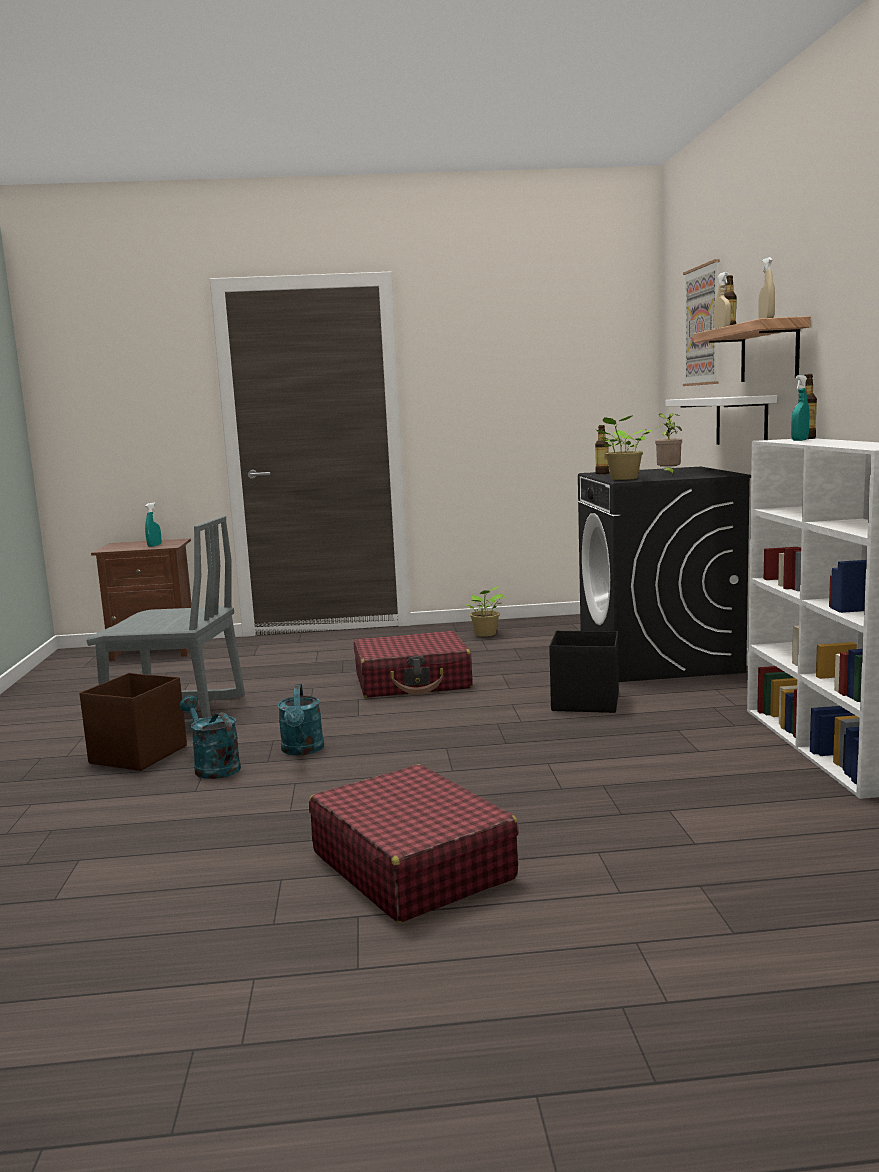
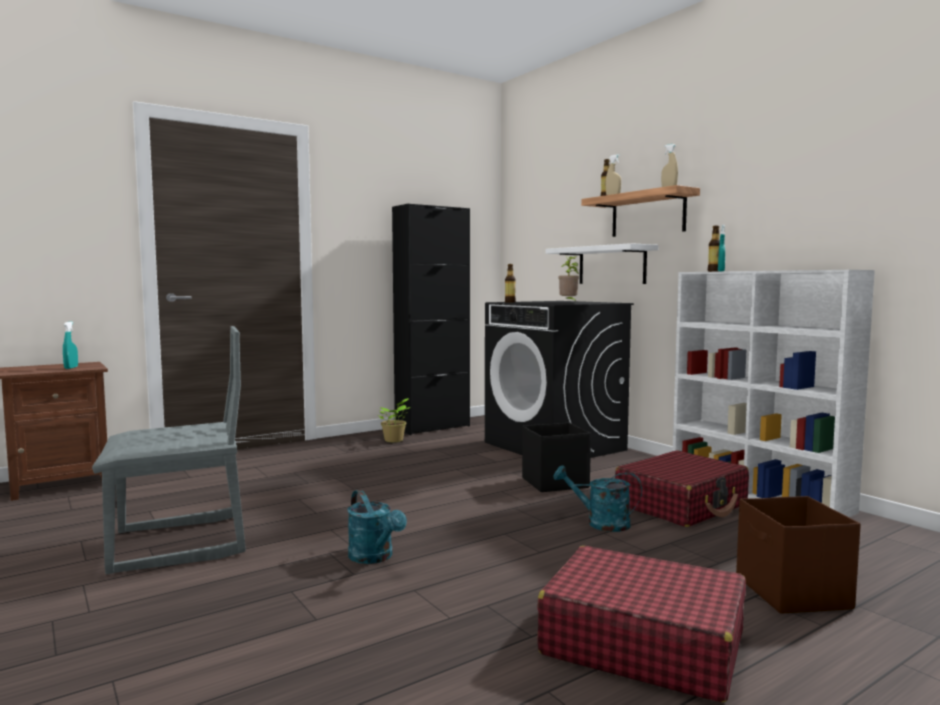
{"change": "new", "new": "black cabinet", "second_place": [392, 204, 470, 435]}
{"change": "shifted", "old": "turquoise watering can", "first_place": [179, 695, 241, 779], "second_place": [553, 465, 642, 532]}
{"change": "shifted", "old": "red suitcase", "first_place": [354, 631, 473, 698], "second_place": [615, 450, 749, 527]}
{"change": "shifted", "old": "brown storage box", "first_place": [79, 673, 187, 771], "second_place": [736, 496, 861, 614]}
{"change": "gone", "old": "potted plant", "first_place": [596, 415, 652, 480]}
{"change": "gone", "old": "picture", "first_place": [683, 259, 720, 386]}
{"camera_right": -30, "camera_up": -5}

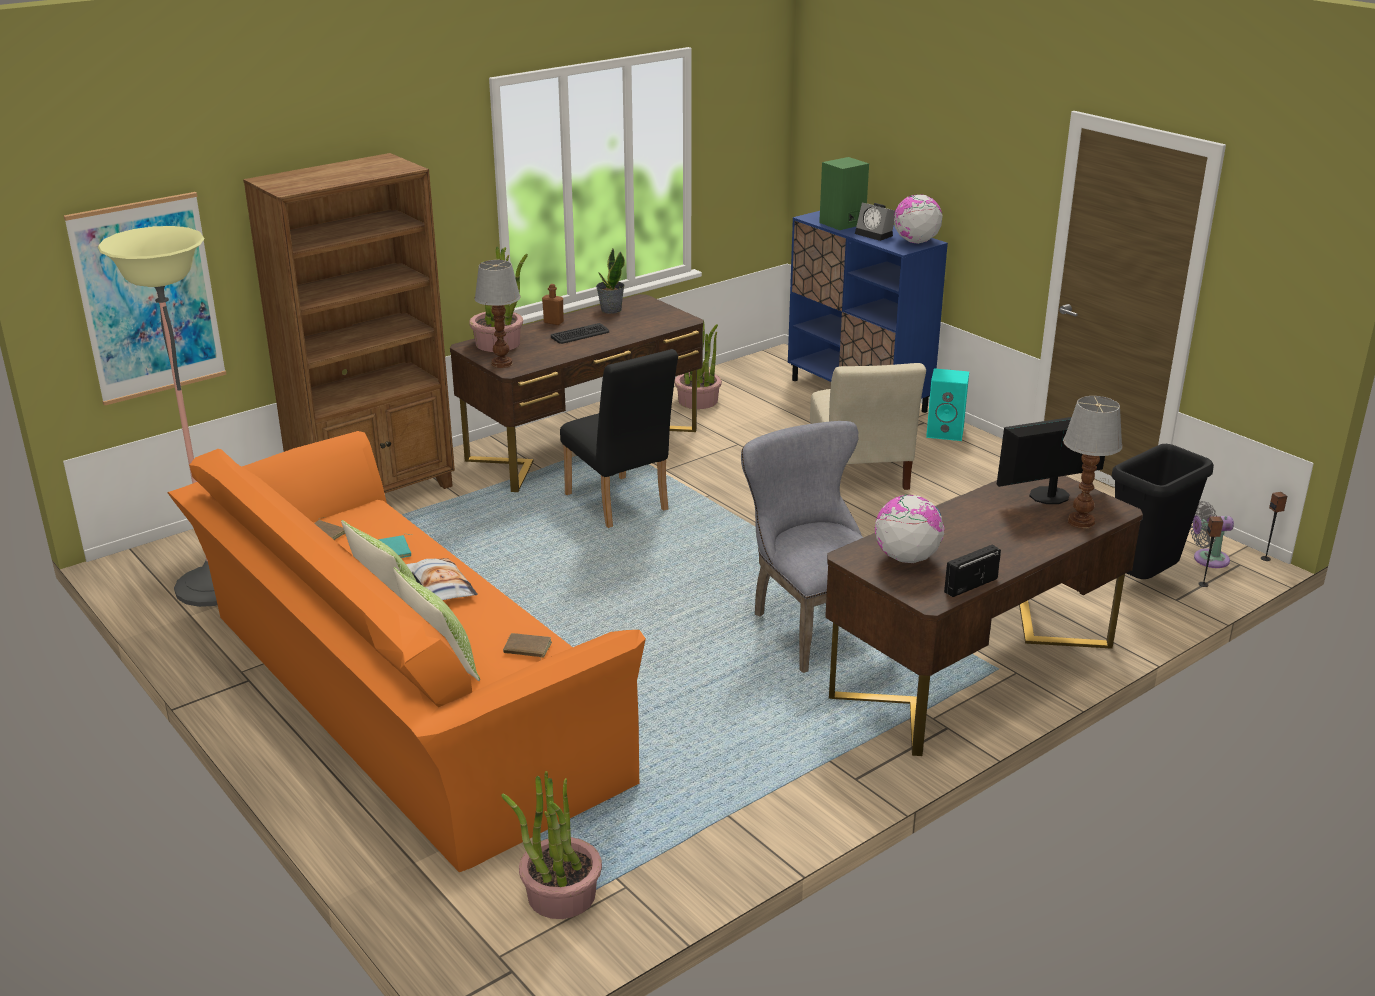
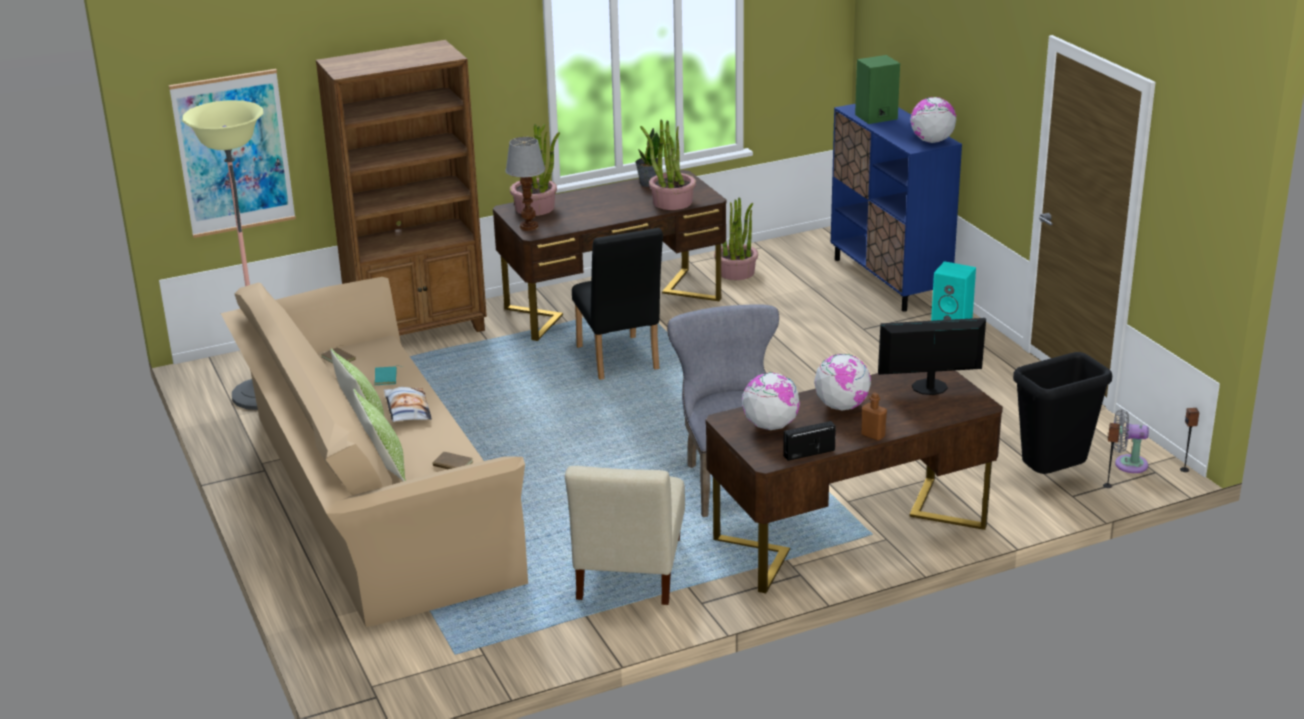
{"change": "repainted", "old": "orange sofa", "new": "beige sofa", "first_place": [167, 431, 646, 872], "second_place": [220, 277, 528, 627]}
{"change": "shifted", "old": "beige chair", "first_place": [810, 363, 926, 490], "second_place": [565, 466, 685, 605]}
{"change": "shifted", "old": "potted plant", "first_place": [501, 771, 602, 919], "second_place": [640, 119, 696, 210]}
{"change": "new", "new": "globe", "second_place": [814, 354, 871, 410]}
{"change": "shifted", "old": "brown bottle", "first_place": [542, 284, 564, 325], "second_place": [861, 392, 887, 441]}
{"change": "gone", "old": "keyboard", "first_place": [551, 323, 609, 344]}
{"change": "gone", "old": "alarm clock", "first_place": [855, 203, 895, 241]}
{"change": "gone", "old": "table lamp", "first_place": [1063, 396, 1123, 529]}
{"camera_right": 15, "camera_up": 0}

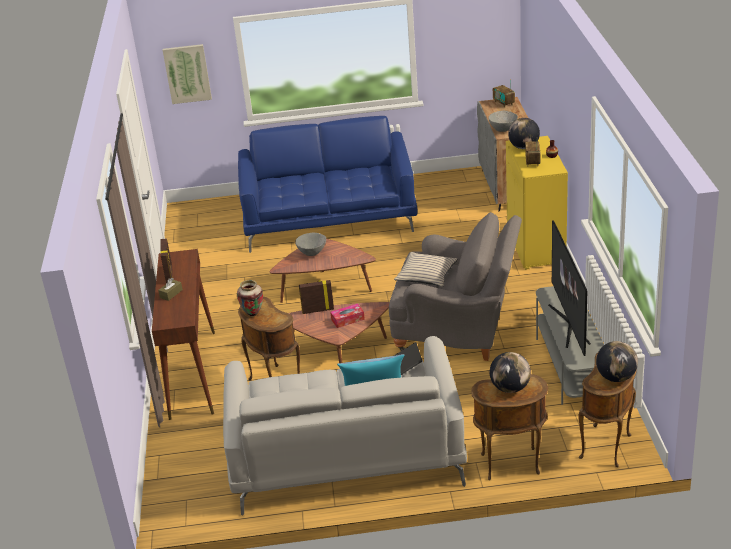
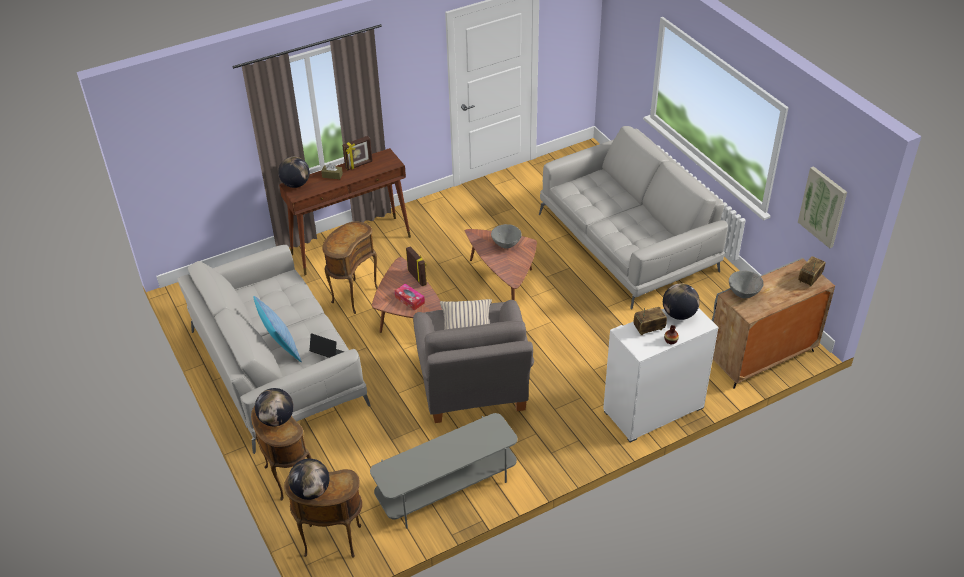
{"change": "new", "new": "globe", "second_place": [278, 157, 310, 188]}
{"change": "repainted", "old": "blue sofa", "new": "grey sofa", "first_place": [238, 116, 418, 253], "second_place": [539, 126, 728, 309]}
{"change": "repainted", "old": "yellow cabinet", "new": "white cabinet", "first_place": [506, 136, 568, 270], "second_place": [603, 308, 718, 442]}
{"change": "shifted", "old": "picture", "first_place": [163, 44, 212, 104], "second_place": [798, 166, 847, 248]}
{"change": "gone", "old": "vase", "first_place": [237, 280, 263, 317]}
{"change": "gone", "old": "television", "first_place": [548, 220, 591, 356]}
{"camera_right": 65, "camera_up": 10}

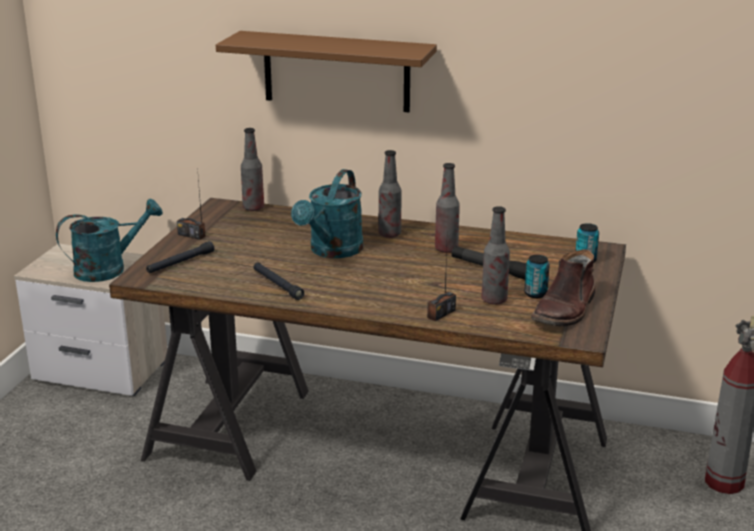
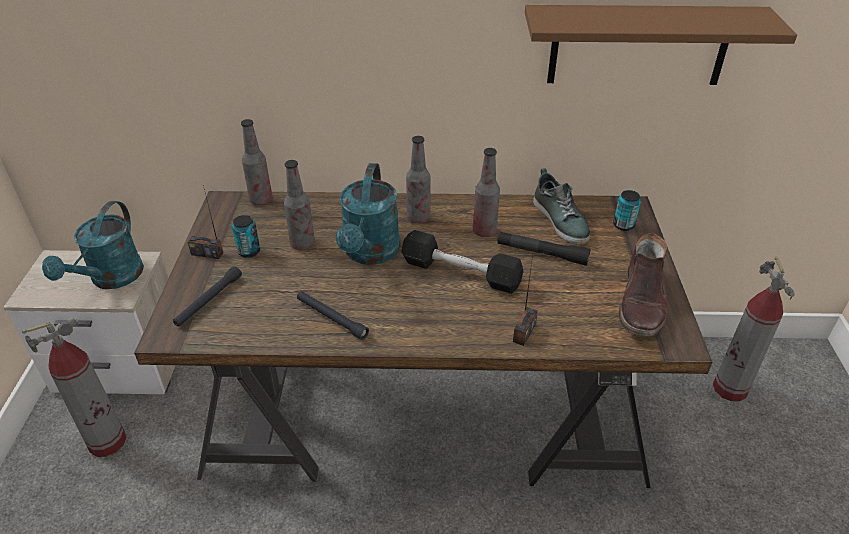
{"change": "new", "new": "fire extinguisher", "second_place": [22, 318, 126, 457]}
{"change": "rotated", "old": "turquoise watering can", "first_place": [56, 199, 163, 282], "second_place": [42, 201, 144, 289], "degrees": 150}
{"change": "shifted", "old": "can", "first_place": [524, 255, 550, 298], "second_place": [232, 215, 260, 258]}
{"change": "shifted", "old": "bottle", "first_place": [481, 206, 510, 305], "second_place": [284, 160, 315, 251]}
{"change": "new", "new": "black dumbbell", "second_place": [401, 230, 523, 294]}
{"change": "shifted", "old": "brown shelf", "first_place": [216, 31, 437, 112], "second_place": [525, 5, 797, 85]}
{"change": "new", "new": "shoe", "second_place": [533, 168, 590, 245]}
{"camera_right": -15, "camera_up": 15}

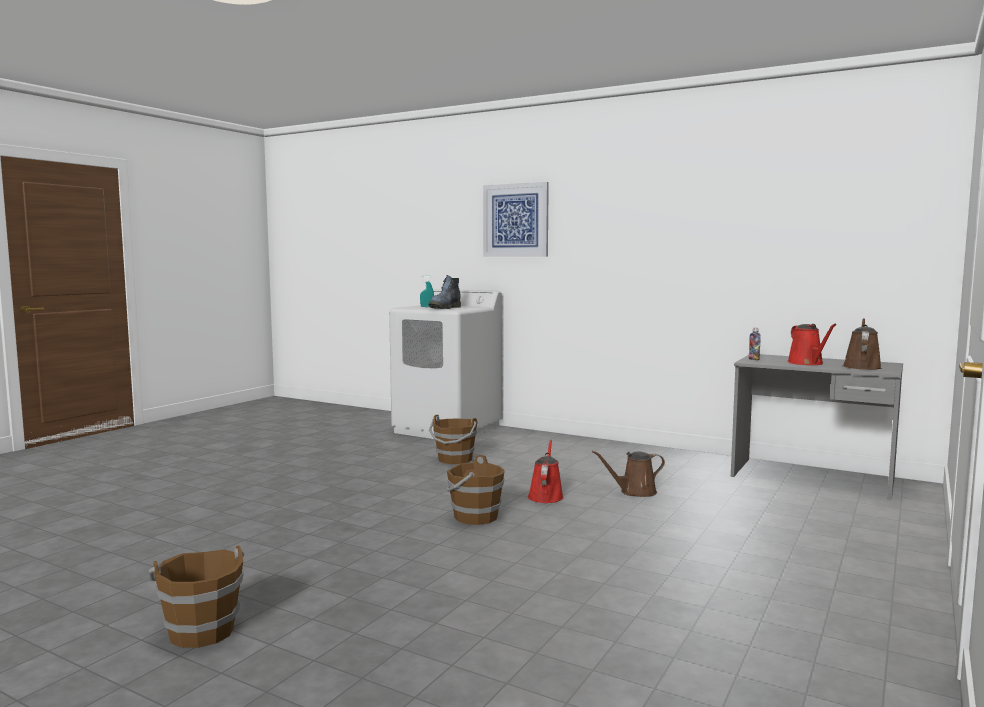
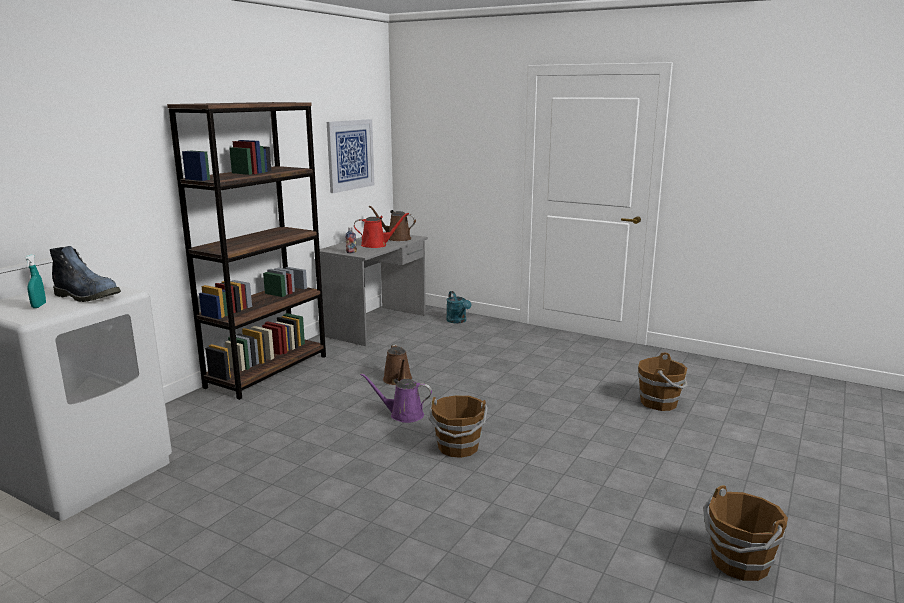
{"change": "new", "new": "brown bookcase", "second_place": [167, 102, 326, 400]}
{"change": "shifted", "old": "picture", "first_place": [483, 182, 549, 257], "second_place": [327, 119, 374, 193]}
{"change": "repainted", "old": "red watering can", "new": "purple watering can", "first_place": [528, 440, 564, 503], "second_place": [360, 373, 432, 423]}
{"change": "new", "new": "turquoise watering can", "second_place": [446, 291, 471, 323]}
{"change": "shifted", "old": "brown bucket", "first_place": [429, 415, 477, 464], "second_place": [638, 352, 688, 411]}
{"camera_right": -90, "camera_up": 10}

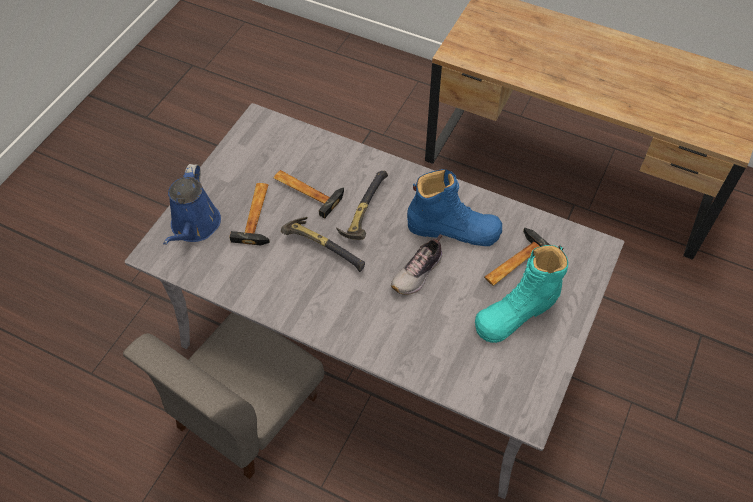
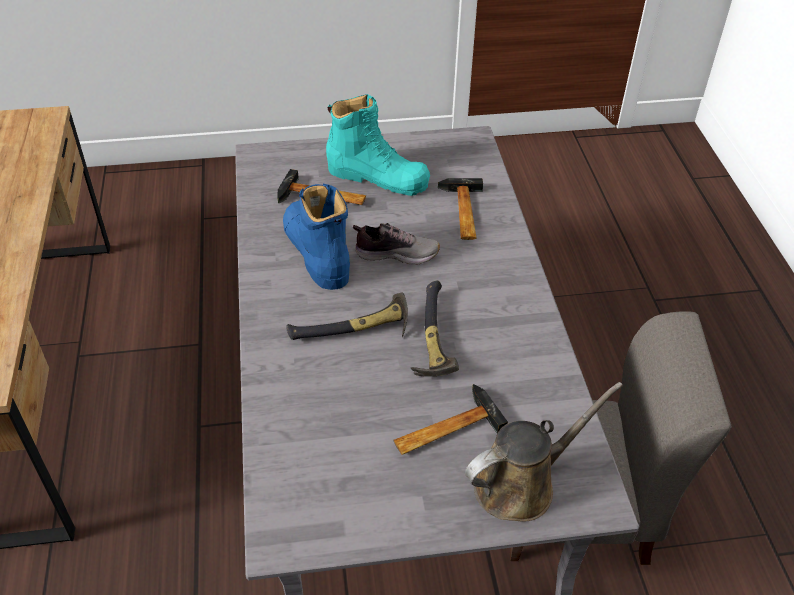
{"change": "shifted", "old": "hammer", "first_place": [274, 170, 344, 218], "second_place": [438, 178, 483, 240]}
{"change": "repainted", "old": "blue watering can", "new": "brown watering can", "first_place": [163, 164, 221, 245], "second_place": [465, 382, 623, 522]}
{"camera_right": -125, "camera_up": -10}

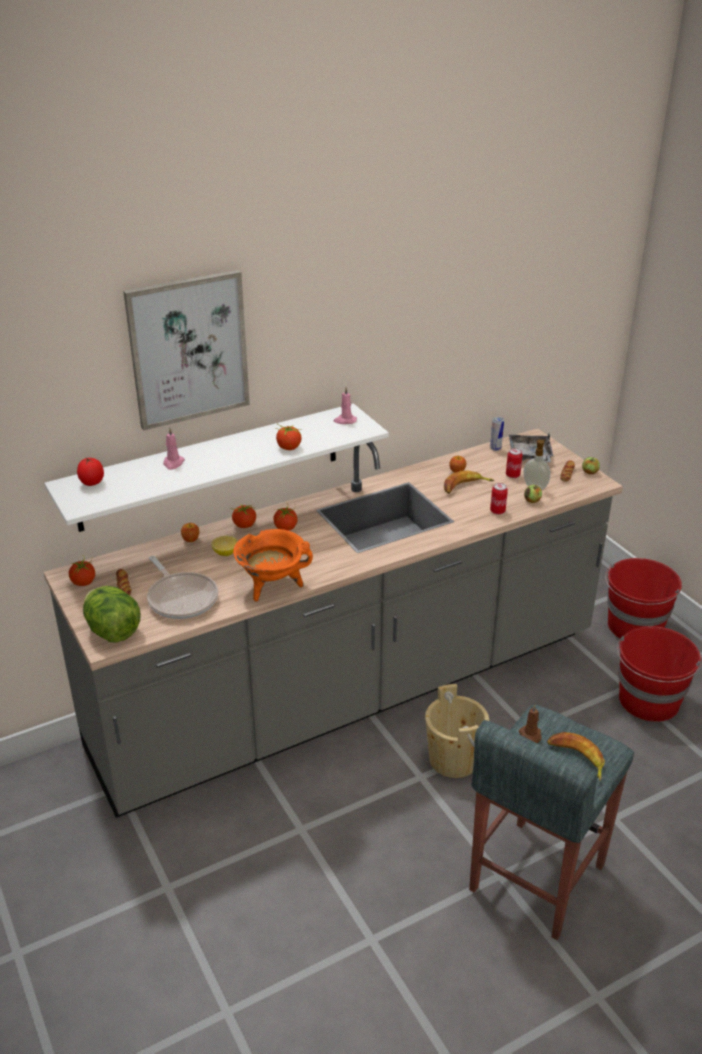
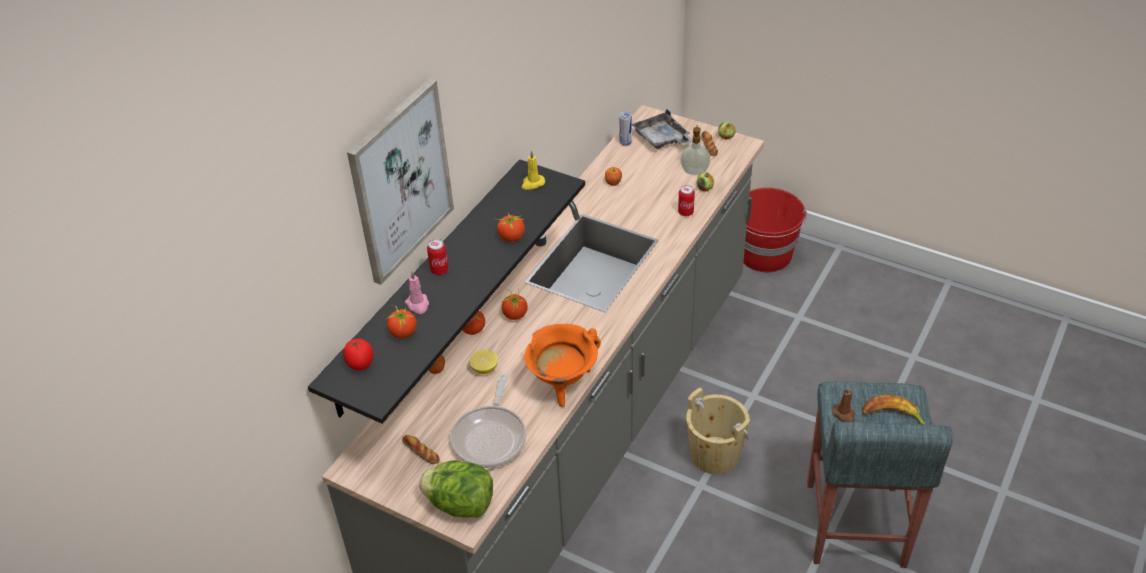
{"change": "repainted", "old": "white shelf", "new": "black shelf", "first_place": [44, 404, 389, 532], "second_place": [308, 159, 585, 424]}
{"change": "shifted", "old": "tomato", "first_place": [69, 555, 95, 586], "second_place": [386, 302, 417, 339]}
{"change": "shifted", "old": "can", "first_place": [506, 448, 523, 478], "second_place": [427, 239, 449, 275]}
{"change": "rotated", "old": "frying pan", "first_place": [147, 556, 218, 619], "second_place": [450, 374, 526, 468], "degrees": 75}
{"change": "repainted", "old": "pink candle", "new": "yellow candle", "first_place": [334, 387, 357, 424], "second_place": [522, 151, 545, 190]}
{"change": "gone", "old": "banana", "first_place": [444, 470, 494, 494]}
{"change": "gone", "old": "red bucket", "first_place": [617, 626, 701, 722]}
{"camera_right": -30, "camera_up": 10}

